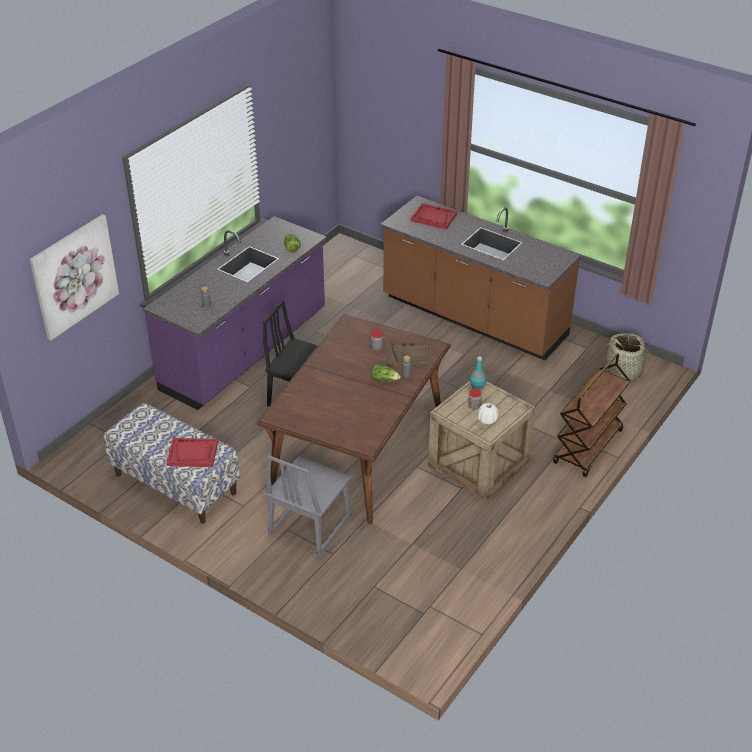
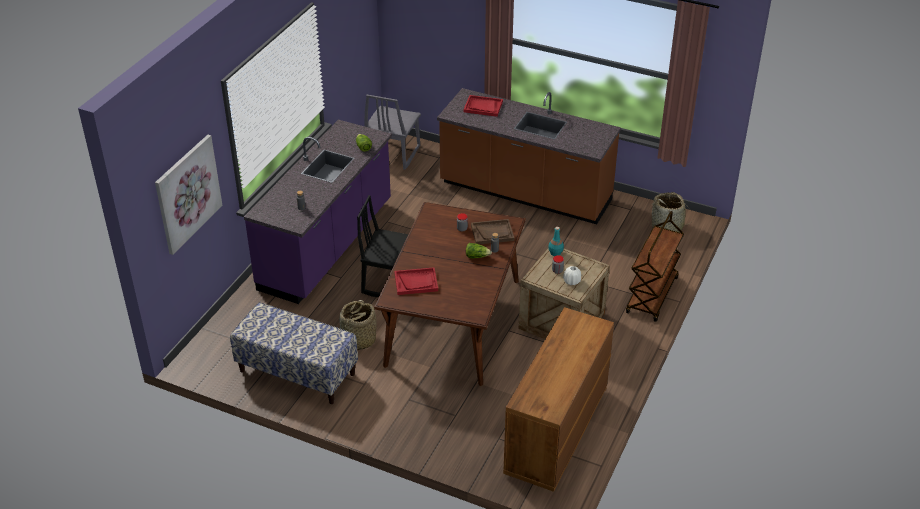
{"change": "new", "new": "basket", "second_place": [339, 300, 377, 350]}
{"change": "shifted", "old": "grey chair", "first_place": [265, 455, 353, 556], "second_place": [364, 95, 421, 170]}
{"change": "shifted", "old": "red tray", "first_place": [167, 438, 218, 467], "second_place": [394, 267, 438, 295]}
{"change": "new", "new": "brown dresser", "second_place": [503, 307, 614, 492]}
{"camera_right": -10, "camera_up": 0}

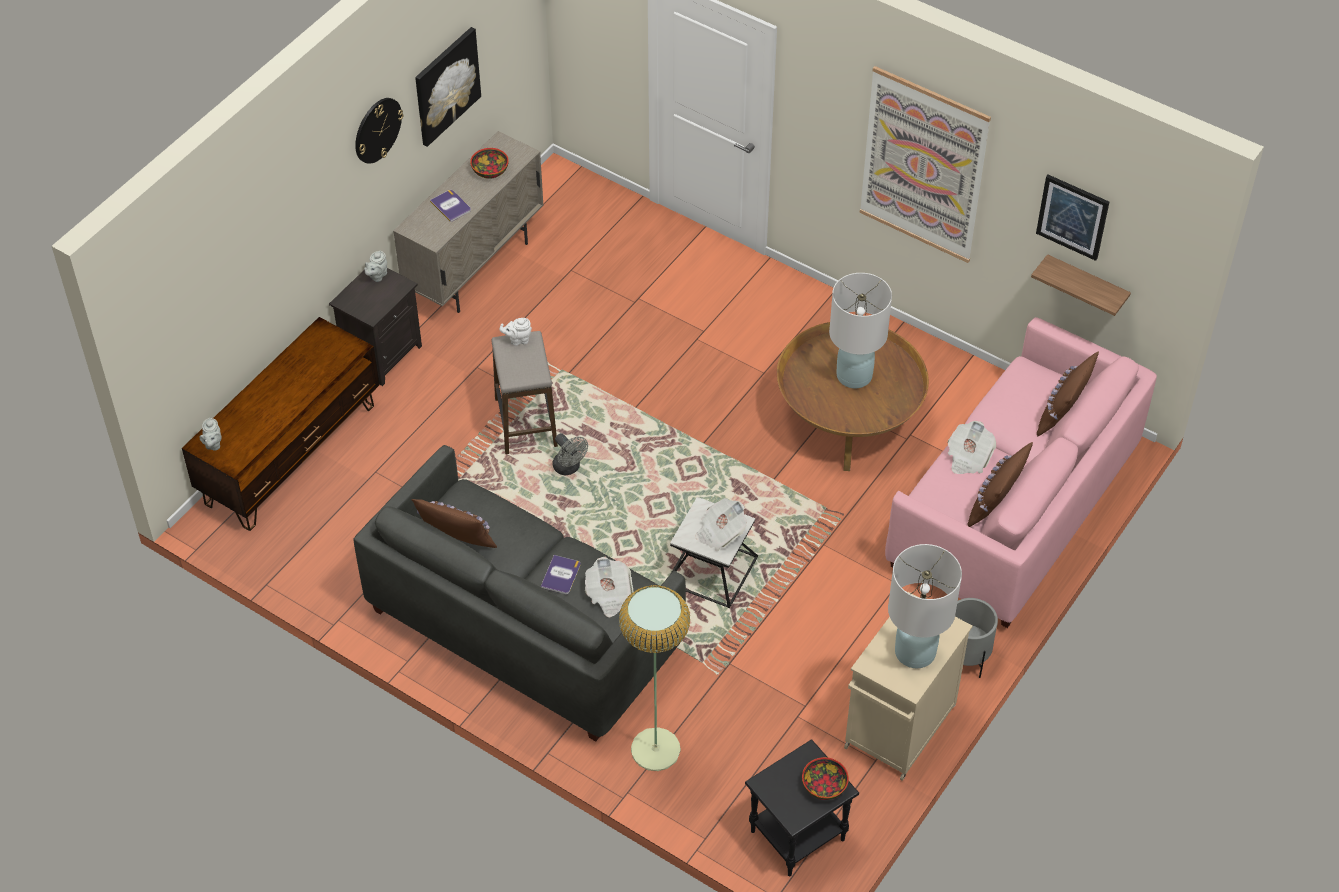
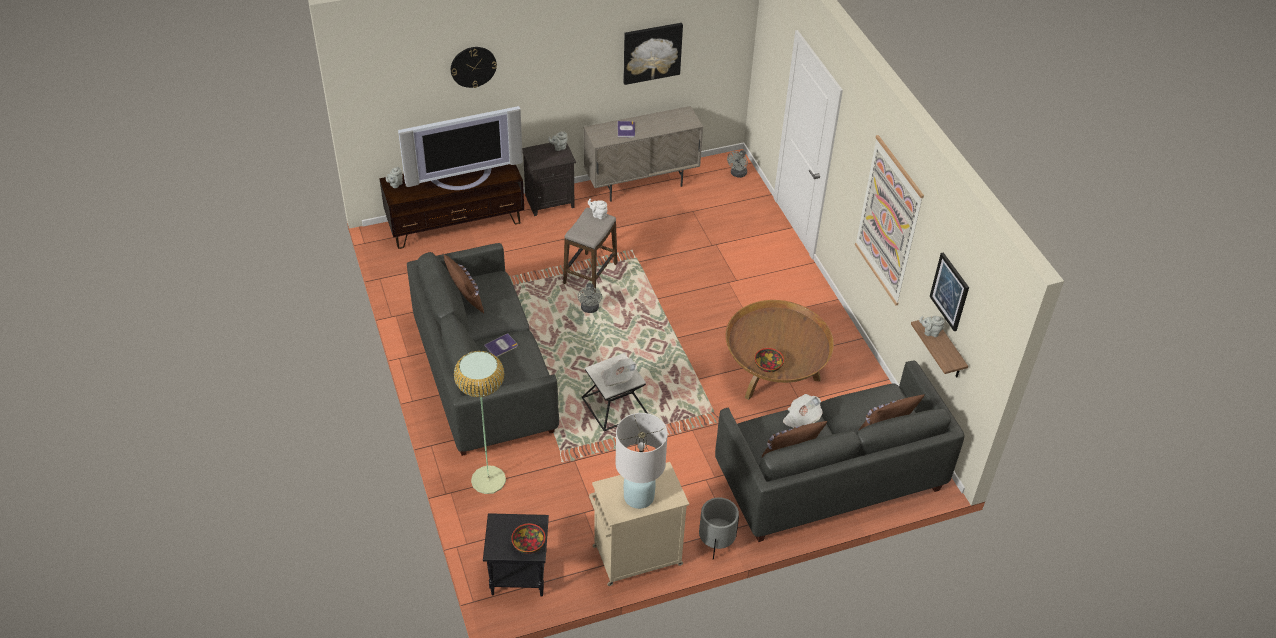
{"change": "new", "new": "television", "second_place": [398, 106, 523, 190]}
{"change": "shifted", "old": "wall clock", "first_place": [355, 98, 403, 164], "second_place": [451, 47, 497, 88]}
{"change": "repainted", "old": "pink sofa", "new": "grey sofa", "first_place": [885, 317, 1157, 628], "second_place": [715, 360, 965, 542]}
{"change": "new", "new": "grey fan", "second_place": [727, 150, 748, 178]}
{"change": "shifted", "old": "bowl", "first_place": [470, 148, 509, 179], "second_place": [754, 348, 784, 372]}
{"change": "new", "new": "grey teapot", "second_place": [919, 316, 945, 337]}
{"change": "gone", "old": "newspaper", "first_place": [585, 557, 634, 617]}
{"change": "gone", "old": "white table lamp", "first_place": [829, 273, 892, 388]}
{"camera_right": 35, "camera_up": -5}

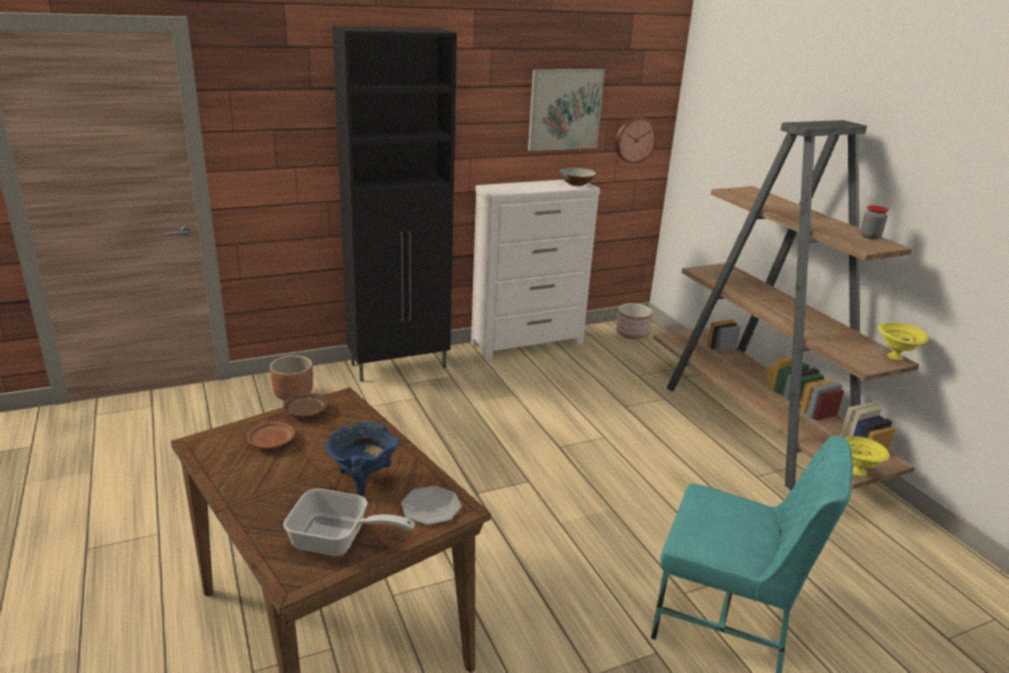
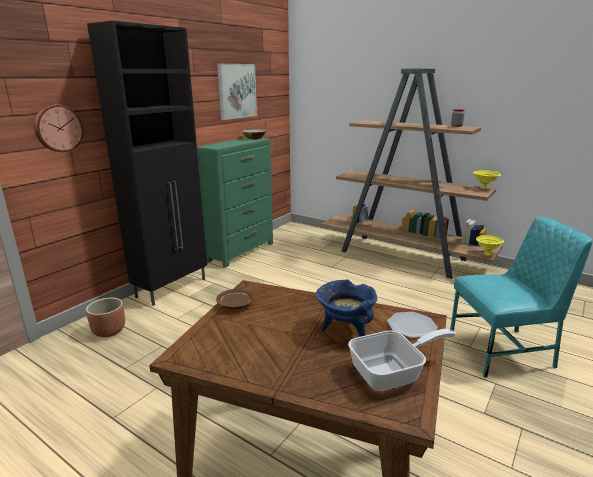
{"change": "shifted", "old": "wall clock", "first_place": [615, 117, 657, 164], "second_place": [34, 104, 84, 152]}
{"change": "repainted", "old": "white dresser", "new": "green dresser", "first_place": [471, 179, 600, 360], "second_place": [197, 138, 273, 268]}
{"change": "gone", "old": "brown plate", "first_place": [247, 421, 295, 449]}
{"change": "gone", "old": "planter", "first_place": [616, 303, 652, 339]}
{"camera_right": -30, "camera_up": -5}

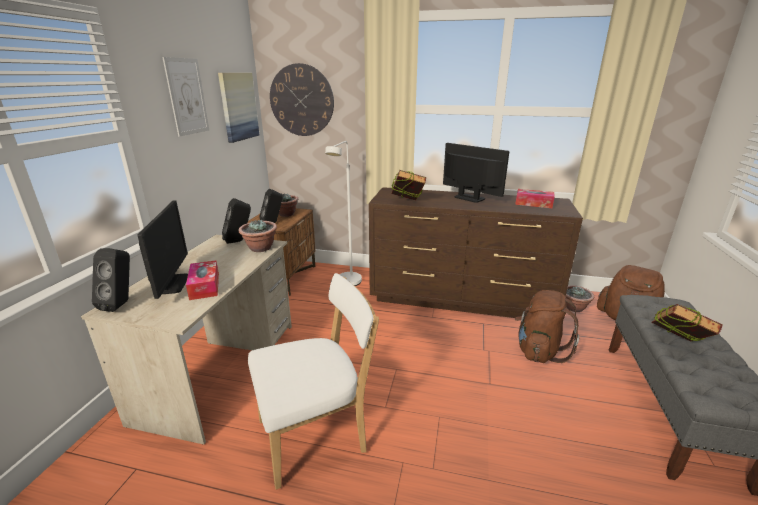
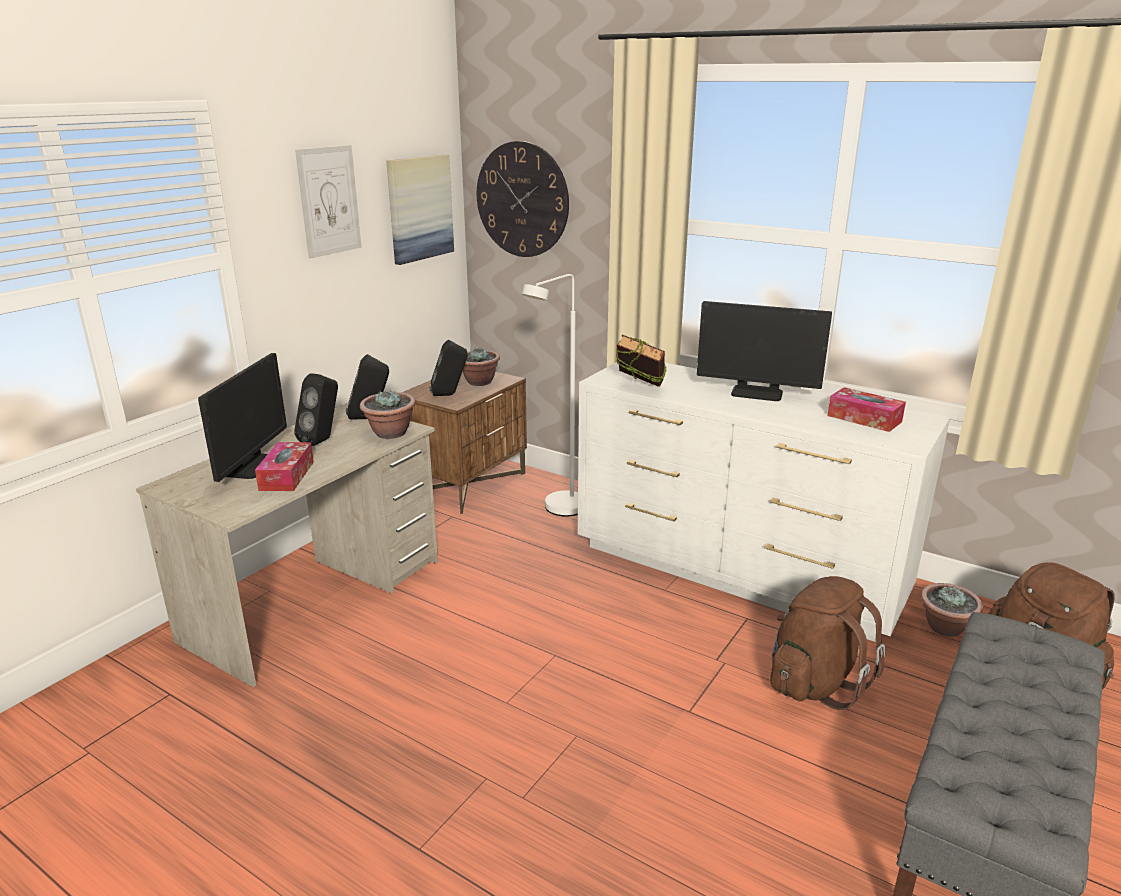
{"change": "shifted", "old": "black speaker", "first_place": [92, 248, 130, 312], "second_place": [294, 373, 338, 446]}
{"change": "repainted", "old": "brown dresser", "new": "white dresser", "first_place": [369, 187, 583, 318], "second_place": [578, 362, 950, 642]}
{"change": "rotated", "old": "monitor", "first_place": [443, 143, 509, 203], "second_place": [697, 301, 832, 401], "degrees": 135}
{"change": "gone", "old": "white chair", "first_place": [248, 273, 379, 490]}
{"change": "gone", "old": "book", "first_place": [651, 304, 722, 342]}
{"camera_right": 20, "camera_up": 0}

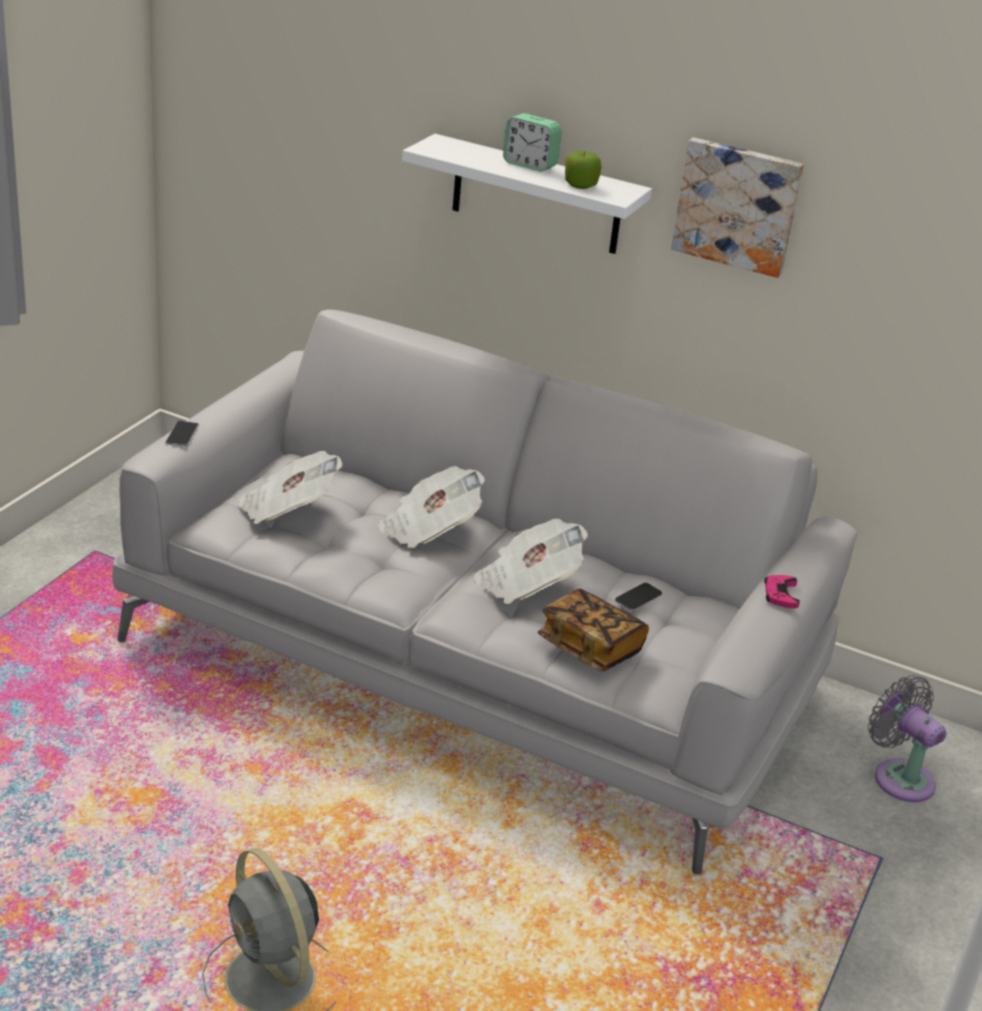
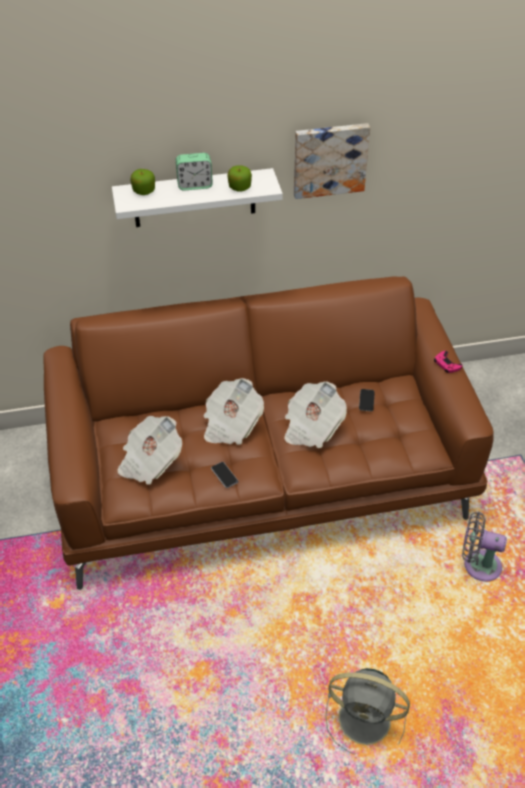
{"change": "repainted", "old": "grey sofa", "new": "brown sofa", "first_place": [112, 309, 857, 874], "second_place": [43, 276, 494, 590]}
{"change": "new", "new": "apple", "second_place": [130, 169, 155, 195]}
{"change": "shifted", "old": "phone", "first_place": [165, 421, 199, 447], "second_place": [211, 462, 239, 488]}
{"change": "shifted", "old": "grey fan", "first_place": [868, 675, 947, 802], "second_place": [462, 512, 507, 582]}
{"change": "gone", "old": "book", "first_place": [538, 589, 649, 671]}
{"camera_right": -35, "camera_up": 15}

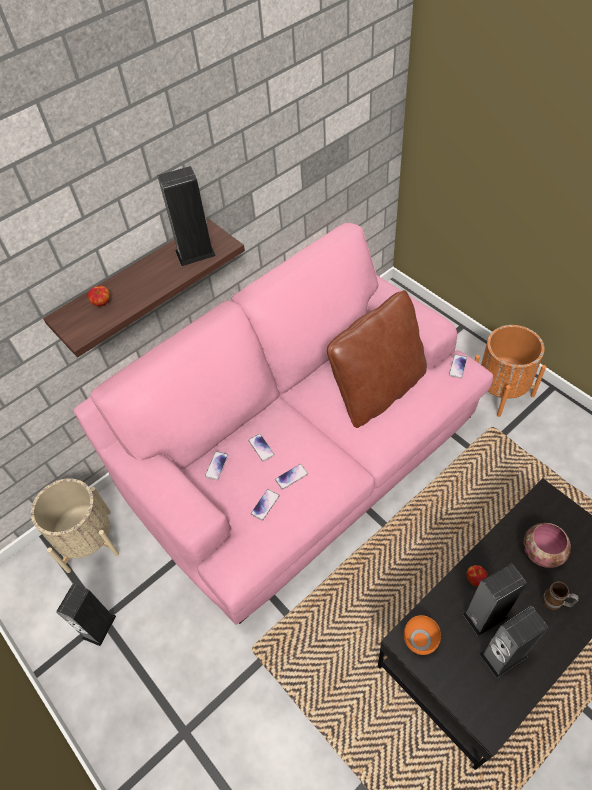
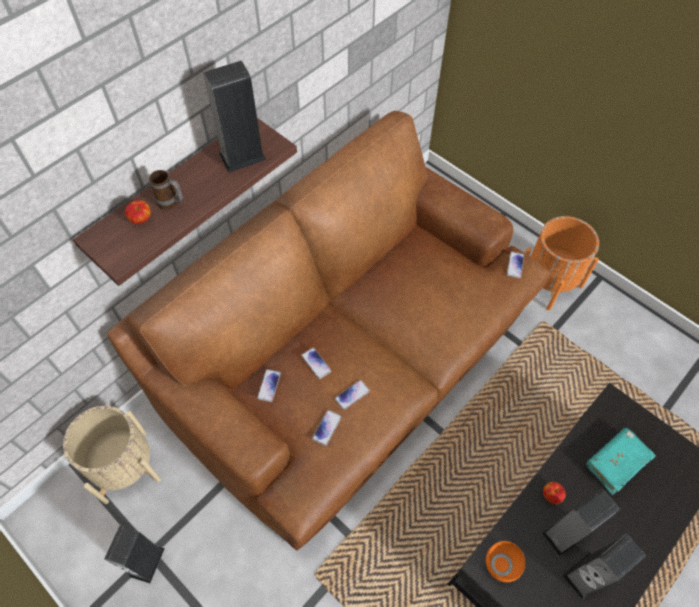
{"change": "repainted", "old": "pink sofa", "new": "brown sofa", "first_place": [73, 223, 493, 625], "second_place": [107, 111, 550, 550]}
{"change": "shifted", "old": "mug", "first_place": [542, 581, 579, 610], "second_place": [149, 170, 183, 210]}
{"change": "swapped", "old": "bowl", "new": "turquoise book", "first_place": [523, 523, 571, 568], "second_place": [586, 428, 656, 495]}
{"change": "gone", "old": "brown pillow", "first_place": [327, 290, 427, 428]}
{"camera_right": -10, "camera_up": 5}

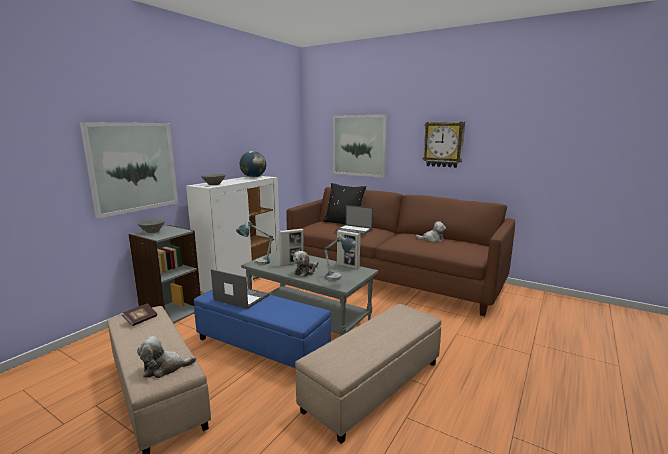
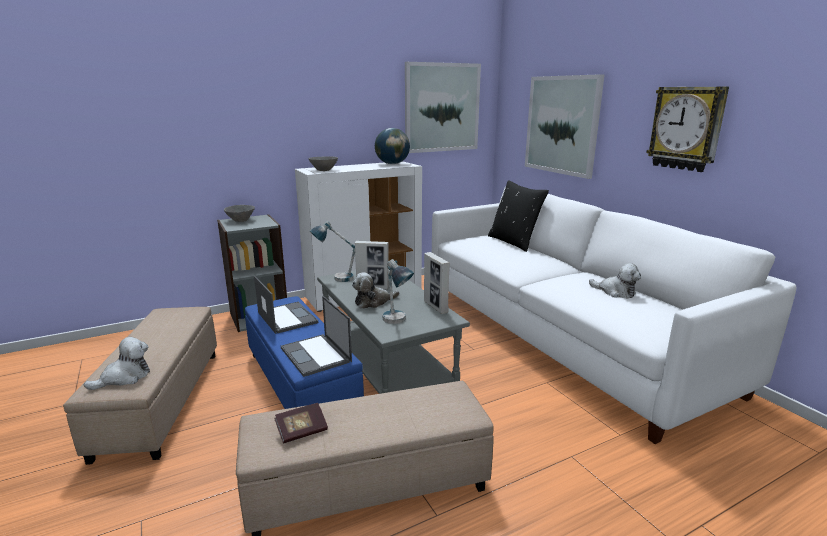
{"change": "rotated", "old": "plush toy", "first_place": [137, 336, 197, 378], "second_place": [84, 337, 150, 390], "degrees": 120}
{"change": "shifted", "old": "book", "first_place": [122, 304, 157, 326], "second_place": [274, 403, 328, 444]}
{"change": "shifted", "old": "laptop", "first_place": [335, 205, 373, 235], "second_place": [281, 296, 352, 377]}
{"change": "shifted", "old": "picture", "first_place": [80, 122, 178, 218], "second_place": [405, 62, 481, 153]}
{"change": "repainted", "old": "brown sofa", "new": "white sofa", "first_place": [287, 187, 515, 316], "second_place": [432, 187, 797, 444]}
{"camera_right": 30, "camera_up": 5}

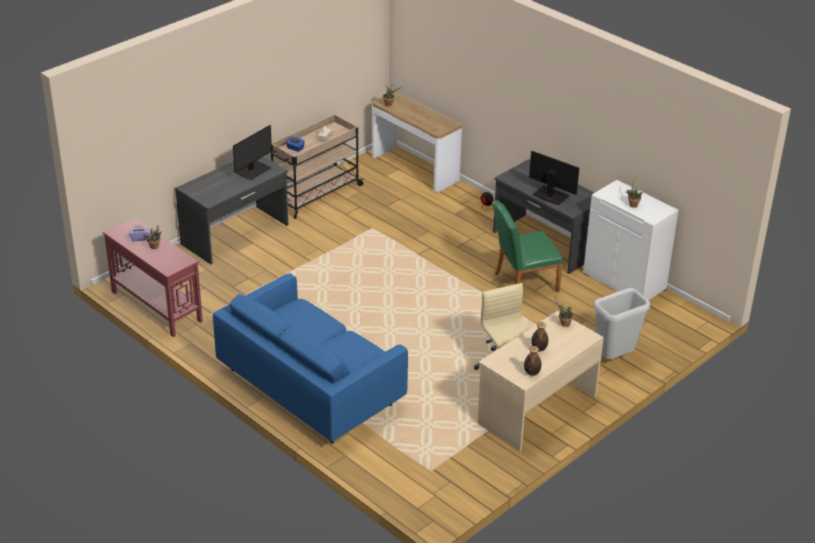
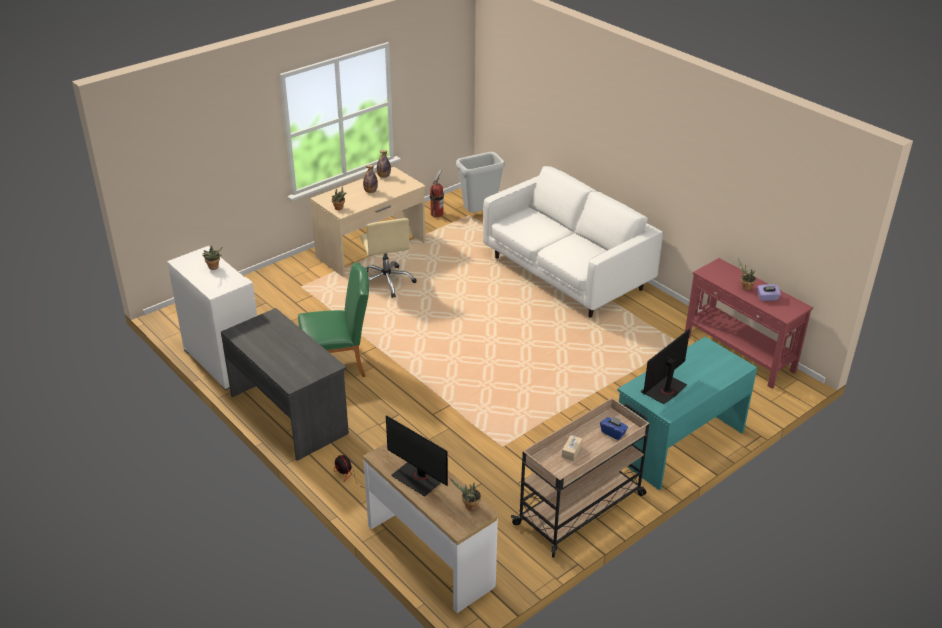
{"change": "shifted", "old": "monitor", "first_place": [529, 150, 579, 205], "second_place": [386, 415, 448, 497]}
{"change": "new", "new": "fire extinguisher", "second_place": [430, 170, 444, 218]}
{"change": "shifted", "old": "grey trash can", "first_place": [593, 288, 650, 359], "second_place": [456, 152, 505, 213]}
{"change": "repainted", "old": "blue sofa", "new": "white sofa", "first_place": [213, 273, 408, 443], "second_place": [483, 166, 663, 318]}
{"change": "repainted", "old": "grey desk", "new": "turquoise desk", "first_place": [175, 156, 288, 264], "second_place": [617, 337, 757, 491]}
{"camera_right": -175, "camera_up": 0}

